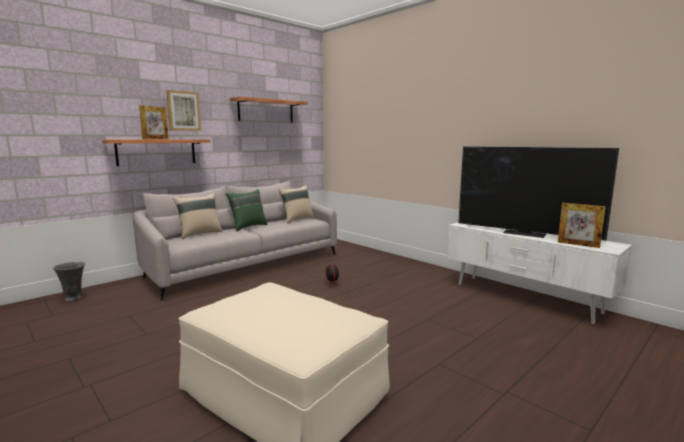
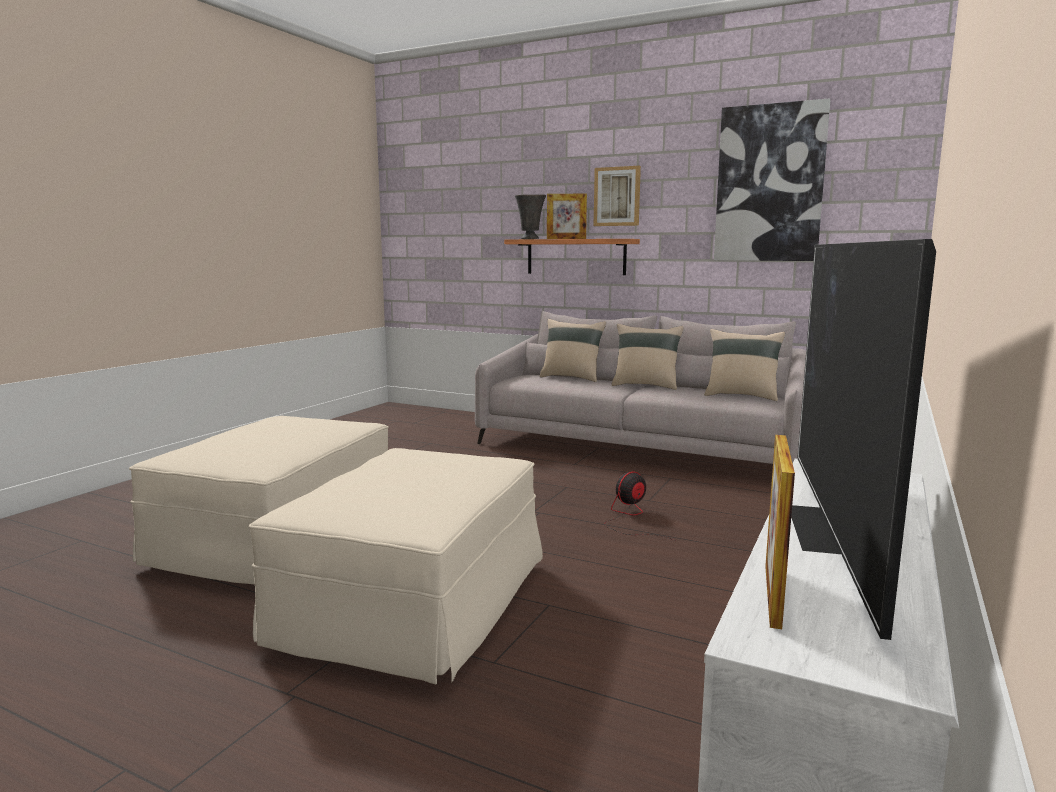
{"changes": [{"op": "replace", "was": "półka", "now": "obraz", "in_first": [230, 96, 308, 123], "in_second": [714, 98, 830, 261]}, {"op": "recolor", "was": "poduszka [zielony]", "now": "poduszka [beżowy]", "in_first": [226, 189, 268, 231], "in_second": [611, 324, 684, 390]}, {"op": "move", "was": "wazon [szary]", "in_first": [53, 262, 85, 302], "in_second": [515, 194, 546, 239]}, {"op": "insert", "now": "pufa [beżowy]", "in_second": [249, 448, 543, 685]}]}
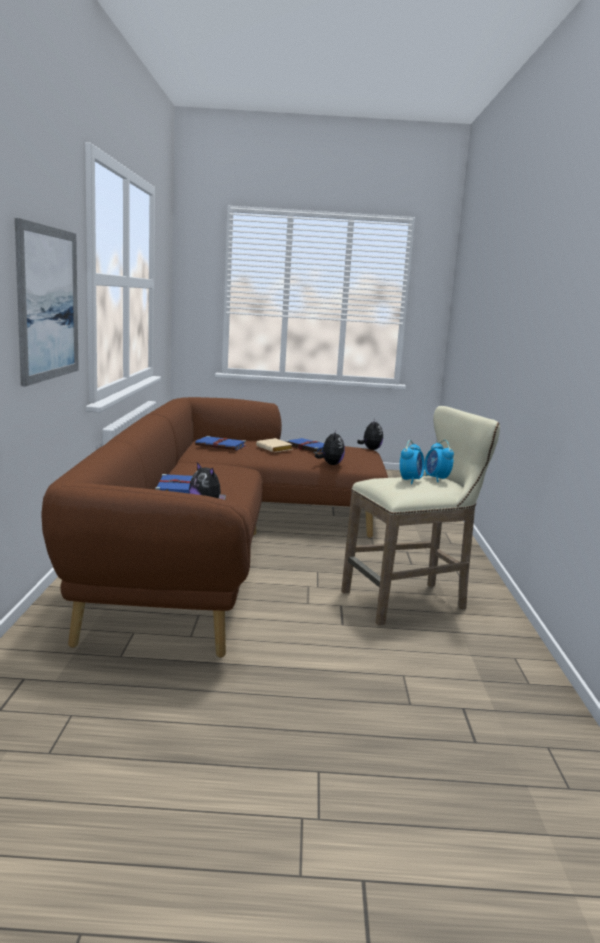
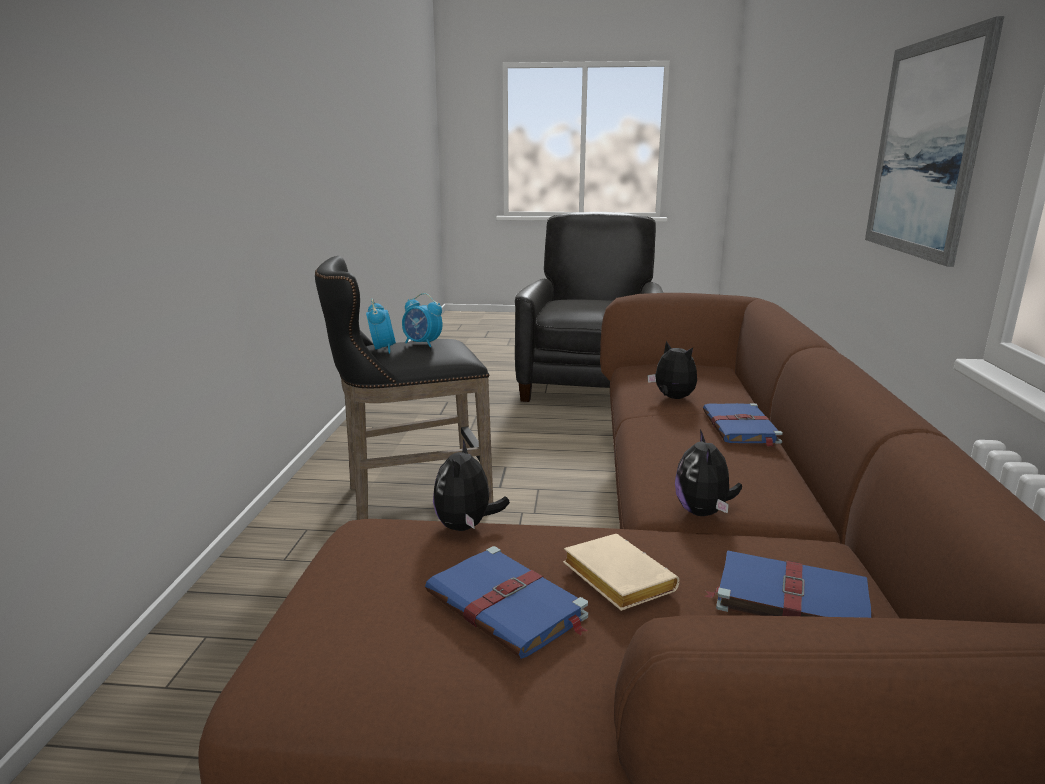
{"changes": [{"op": "recolor", "was": "stołek [beżowy]", "now": "stołek [czarny]", "in_first": [341, 406, 500, 626], "in_second": [315, 256, 493, 520]}, {"op": "move", "was": "pluszak", "in_first": [357, 419, 383, 450], "in_second": [675, 430, 742, 516]}, {"op": "rotate", "was": "budzik", "in_first": [400, 440, 425, 484], "in_second": [402, 293, 443, 347], "clockwise": -90}, {"op": "insert", "now": "fotel [czarny]", "in_second": [515, 212, 664, 402]}]}
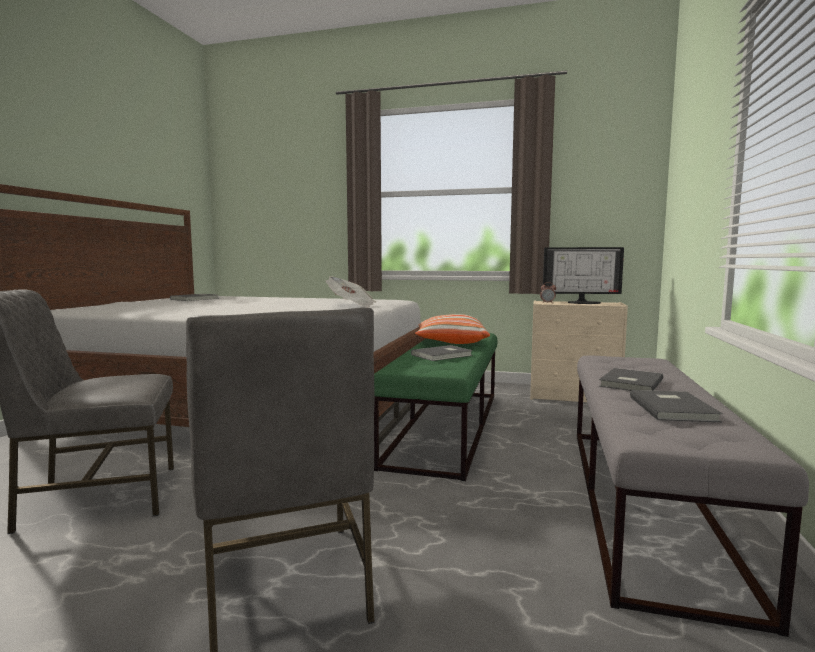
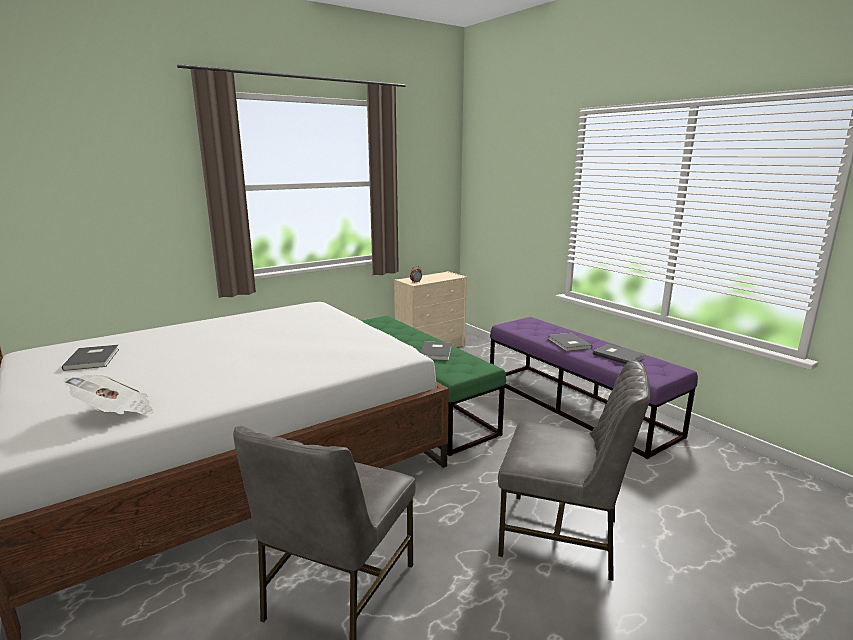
{"changes": [{"op": "delete", "was": "monitor", "in_first": [543, 247, 624, 304]}, {"op": "move", "was": "gazeta", "in_first": [326, 276, 376, 307], "in_second": [63, 375, 154, 414]}, {"op": "delete", "was": "poduszka", "in_first": [415, 314, 490, 344]}, {"op": "recolor", "was": "ławka [szary]", "now": "ławka [fioletowy]", "in_first": [577, 355, 809, 637], "in_second": [490, 317, 698, 459]}]}
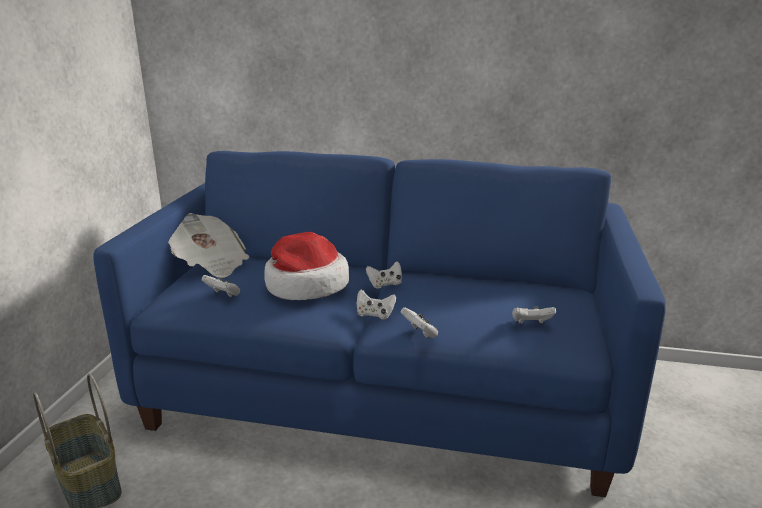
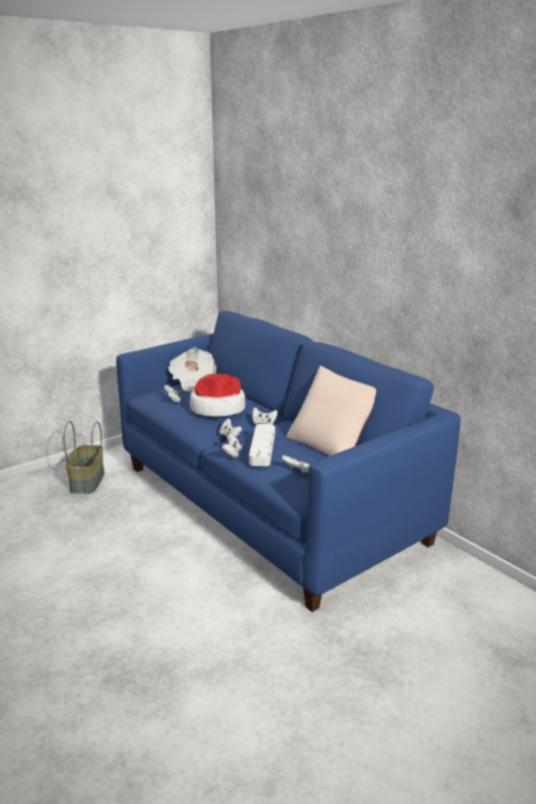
{"changes": [{"op": "insert", "now": "poduszka [beżowy]", "in_second": [286, 366, 376, 456]}, {"op": "insert", "now": "taca [szary]", "in_second": [249, 424, 275, 467]}]}
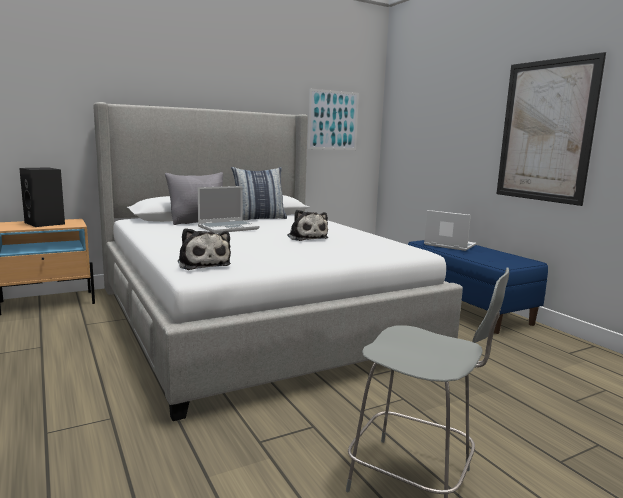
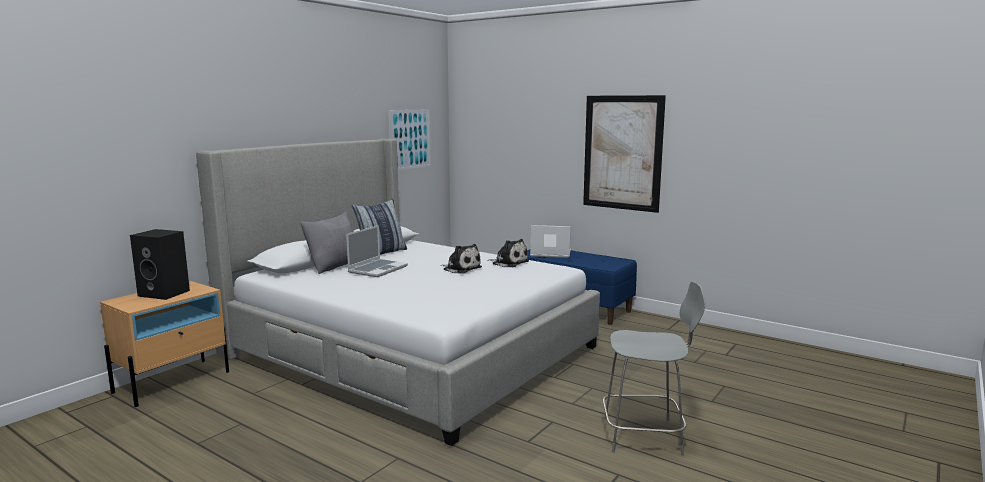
{"changes": [{"op": "move", "was": "pluszak", "in_first": [178, 228, 231, 270], "in_second": [488, 239, 529, 267]}]}
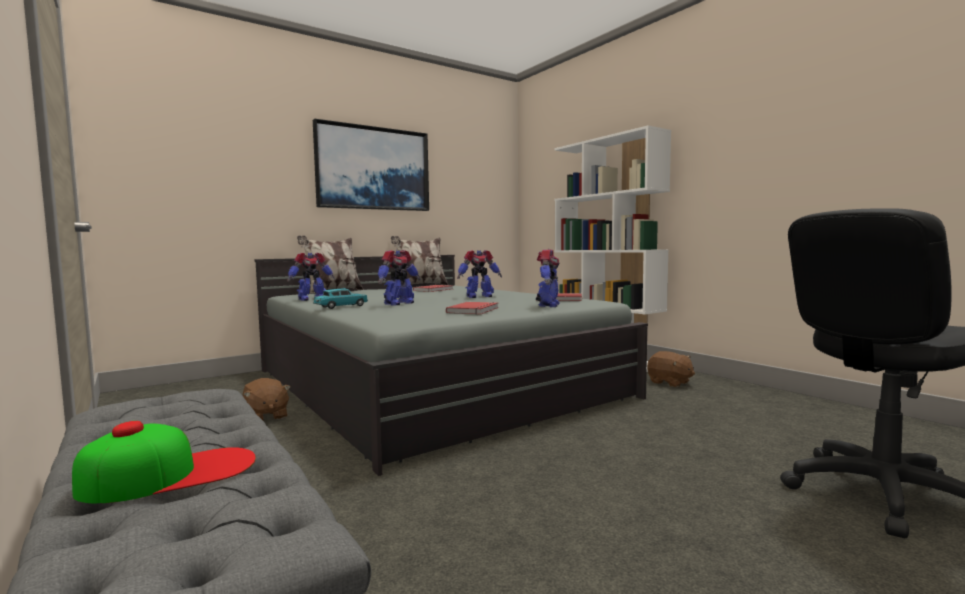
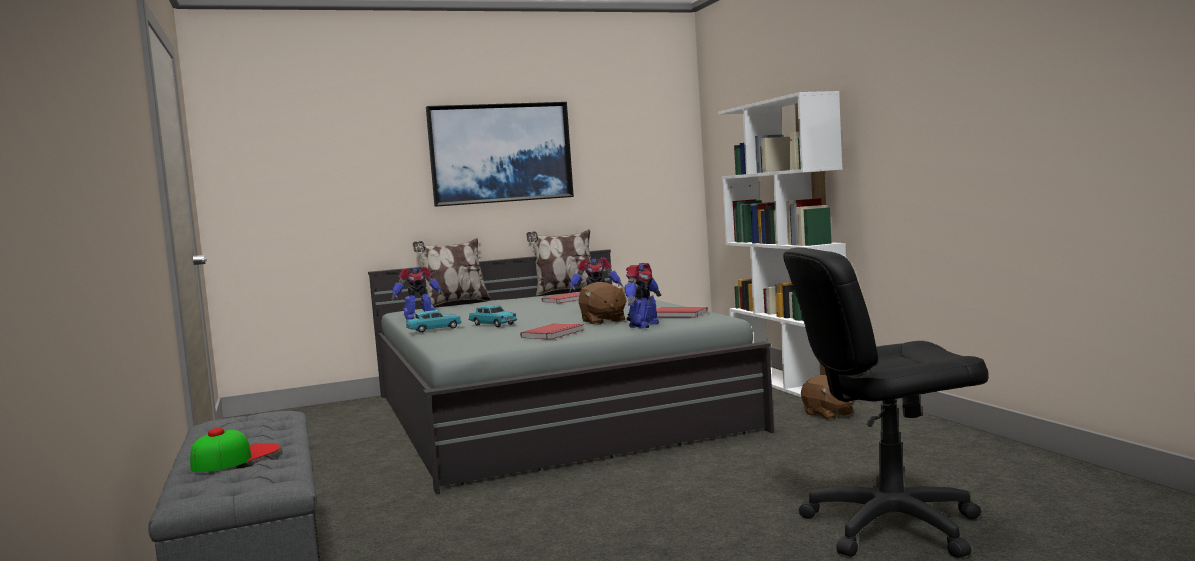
{"changes": [{"op": "replace", "was": "robot zabawkowy", "now": "samochodzik [turkusowy]", "in_first": [378, 250, 421, 305], "in_second": [468, 305, 517, 327]}, {"op": "move", "was": "pluszak [brązowy]", "in_first": [242, 378, 291, 420], "in_second": [579, 282, 627, 325]}, {"op": "rotate", "was": "czapka z daszkiem", "in_first": [72, 421, 256, 503], "in_second": [190, 428, 281, 472], "clockwise": -45}]}
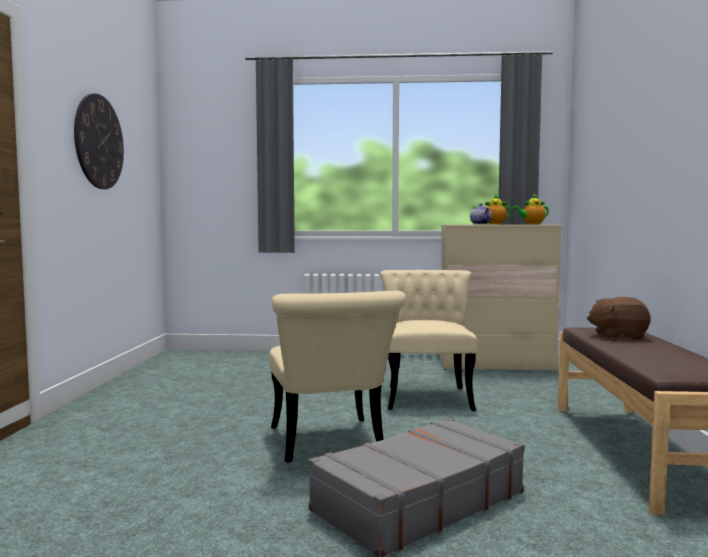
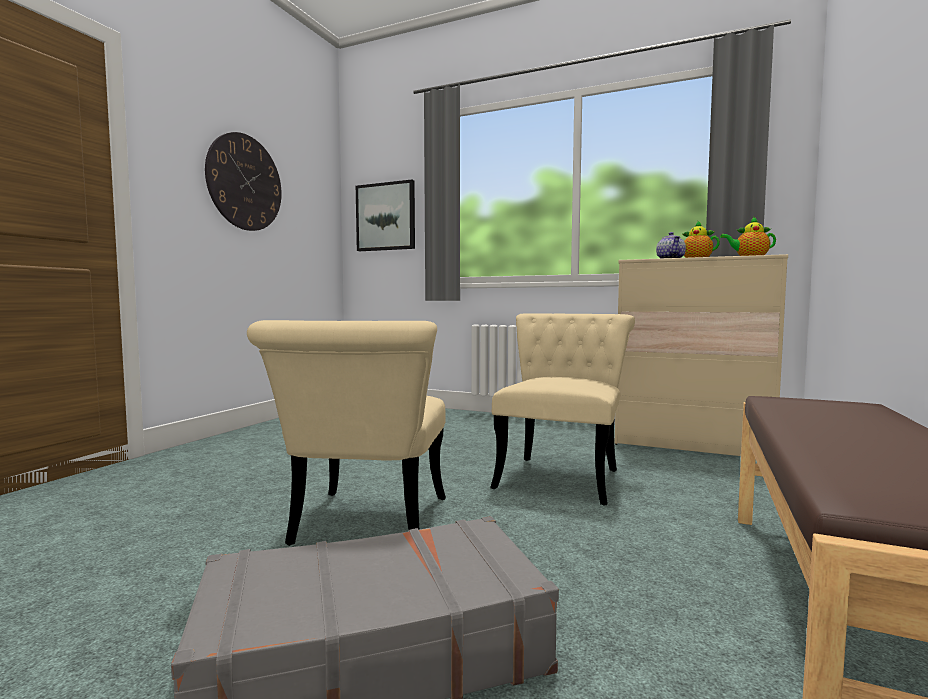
{"changes": [{"op": "delete", "was": "pluszak [brązowy]", "in_first": [587, 297, 651, 339]}, {"op": "insert", "now": "obraz", "in_second": [356, 180, 415, 251]}]}
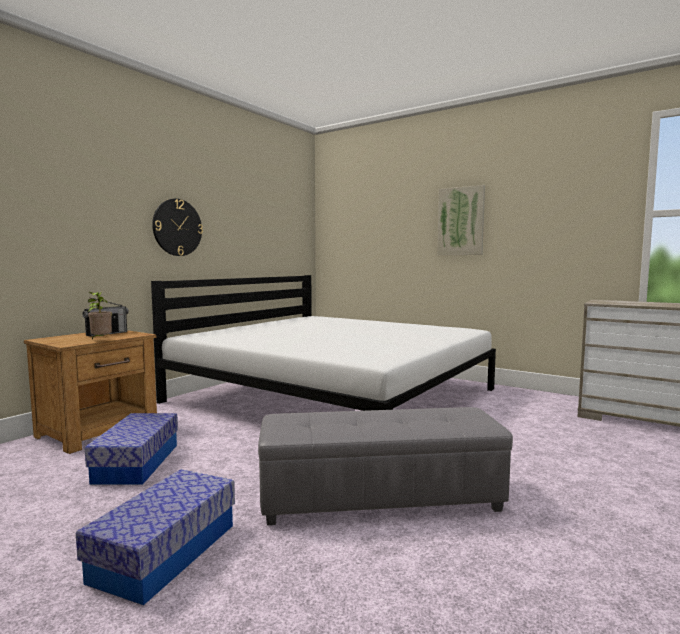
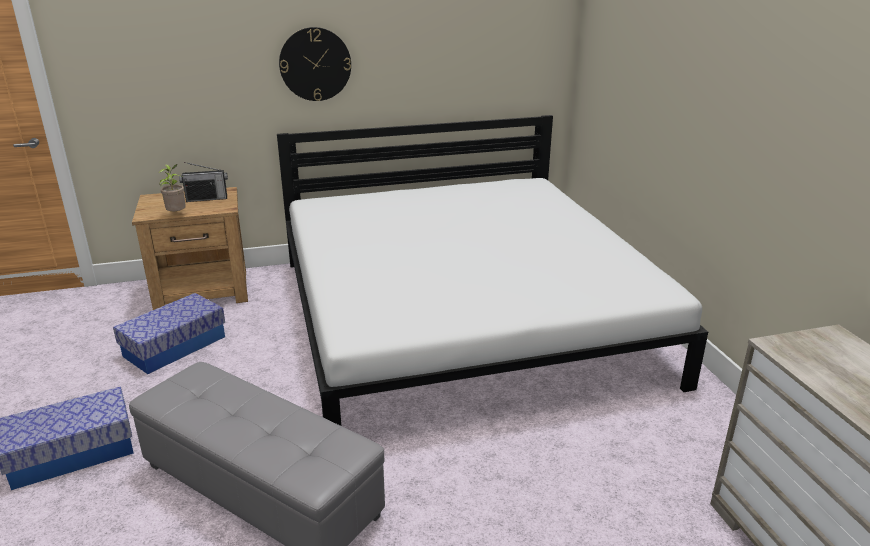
{"changes": [{"op": "delete", "was": "obraz", "in_first": [437, 185, 485, 255]}]}
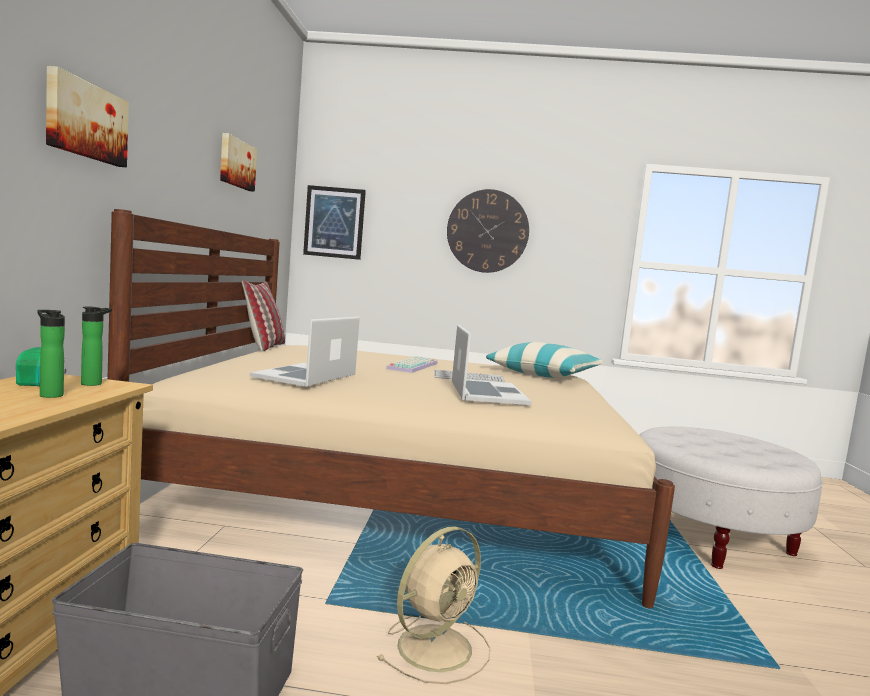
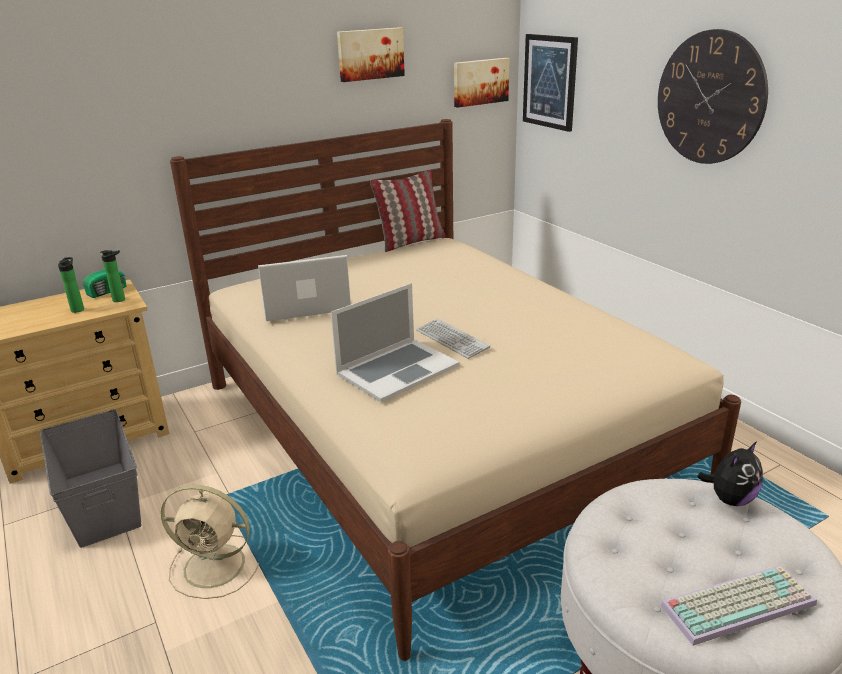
{"changes": [{"op": "move", "was": "obraz", "in_first": [46, 66, 129, 168], "in_second": [454, 58, 509, 108]}, {"op": "delete", "was": "poduszka", "in_first": [486, 342, 603, 378]}, {"op": "move", "was": "klawiatura", "in_first": [386, 356, 438, 373], "in_second": [661, 565, 817, 646]}, {"op": "insert", "now": "pluszak", "in_second": [697, 441, 763, 506]}]}
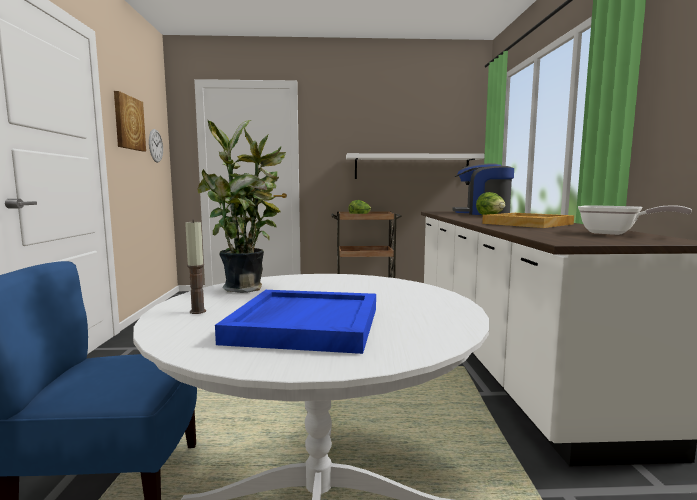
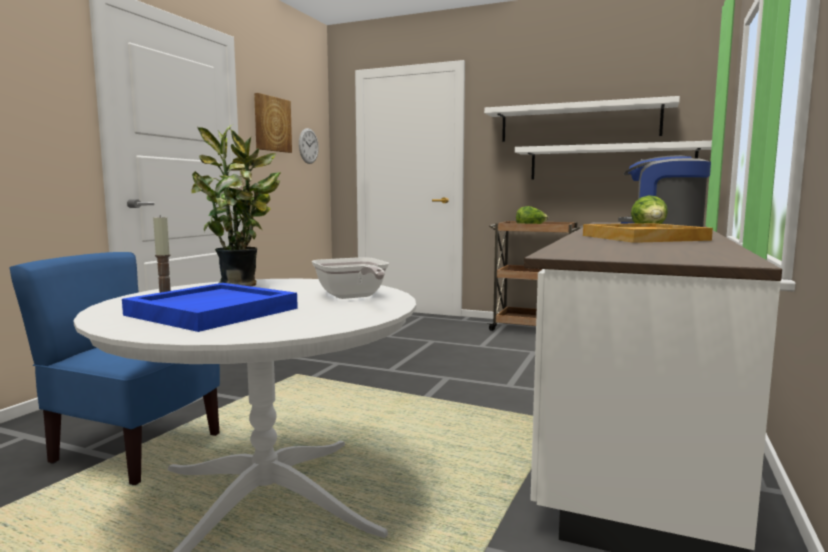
{"changes": [{"op": "move", "was": "patelnia", "in_first": [578, 205, 692, 235], "in_second": [312, 257, 389, 299]}, {"op": "insert", "now": "półka [biały]", "in_second": [484, 96, 680, 142]}]}
